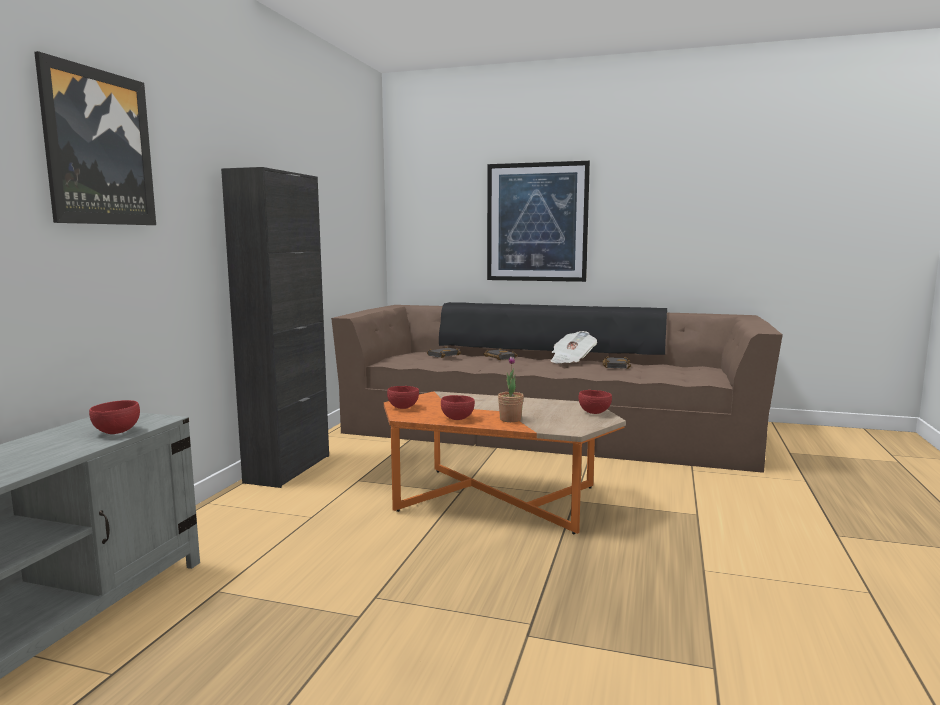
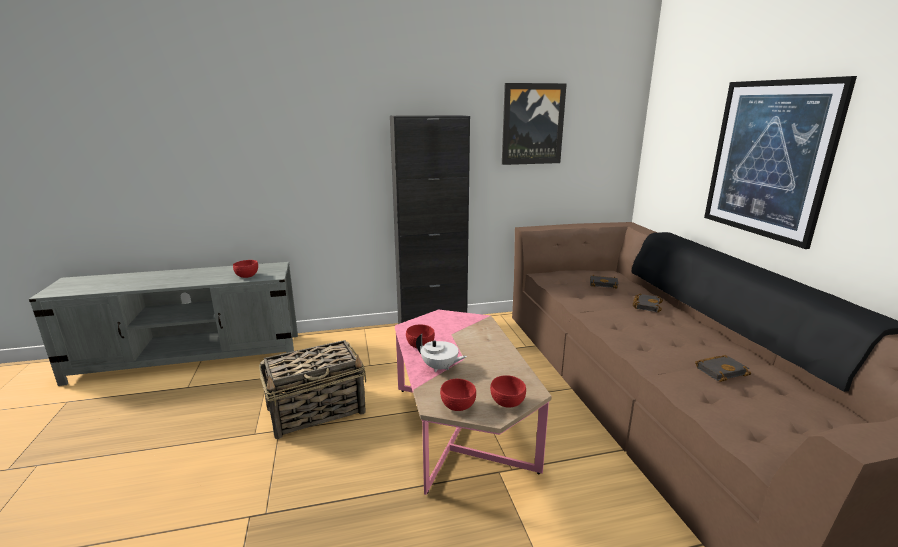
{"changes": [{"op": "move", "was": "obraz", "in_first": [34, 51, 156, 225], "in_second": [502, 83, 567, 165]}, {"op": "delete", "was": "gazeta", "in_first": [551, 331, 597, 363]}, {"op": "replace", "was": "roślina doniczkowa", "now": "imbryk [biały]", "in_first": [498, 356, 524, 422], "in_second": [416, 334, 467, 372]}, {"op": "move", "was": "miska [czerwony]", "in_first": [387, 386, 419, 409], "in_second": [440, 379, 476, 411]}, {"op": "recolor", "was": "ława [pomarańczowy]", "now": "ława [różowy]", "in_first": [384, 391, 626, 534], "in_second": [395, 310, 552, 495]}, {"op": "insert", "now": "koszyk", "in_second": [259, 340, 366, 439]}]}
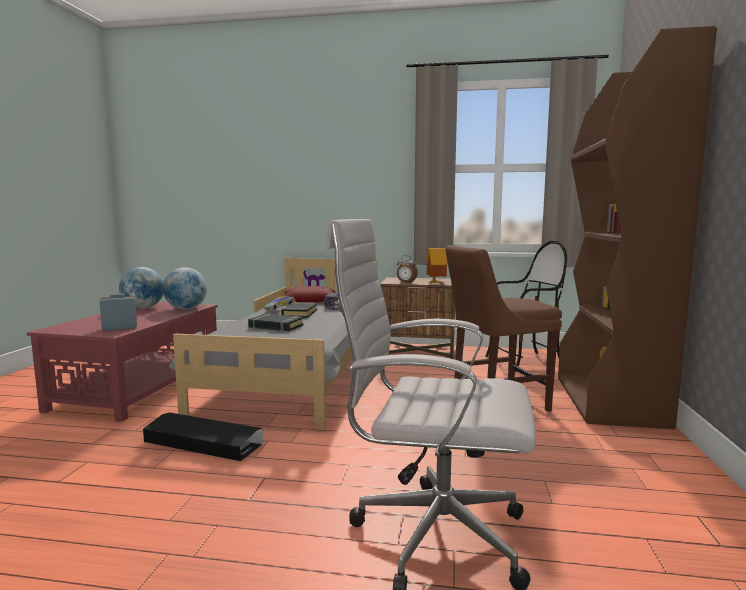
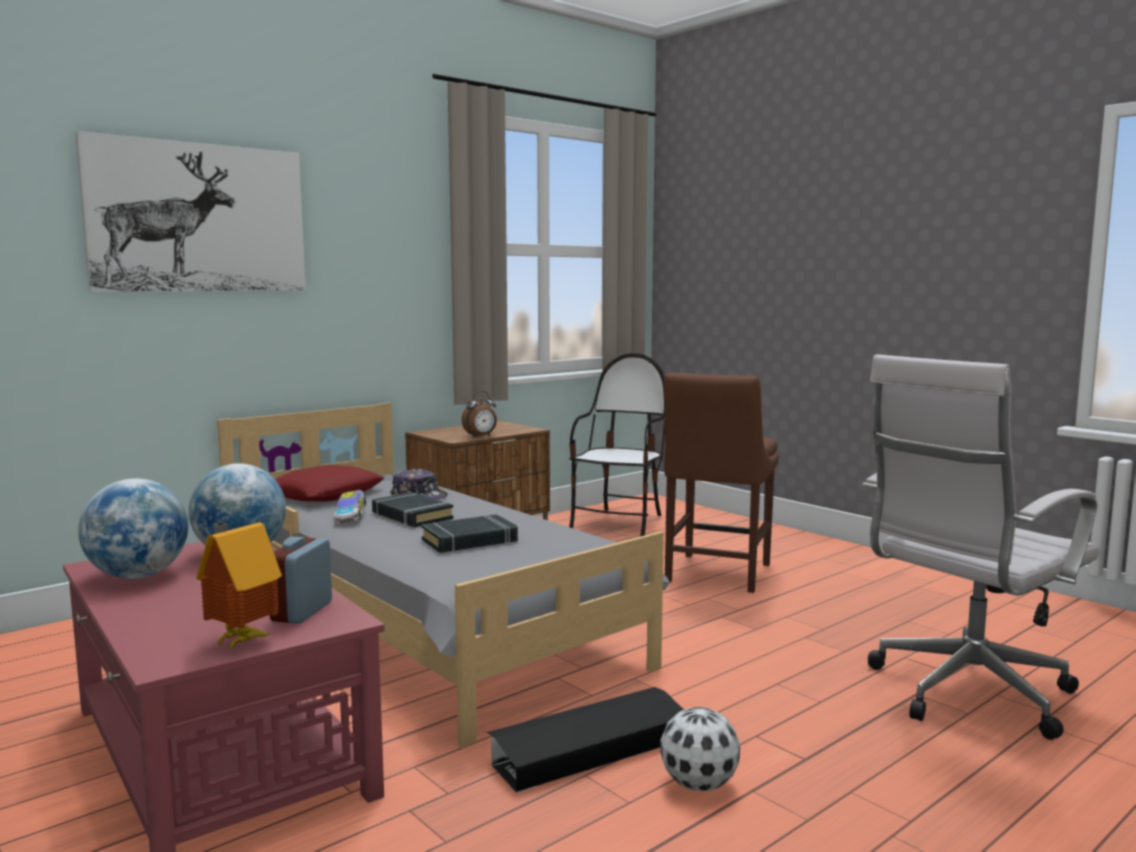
{"changes": [{"op": "delete", "was": "regał [brązowy]", "in_first": [558, 26, 717, 429]}, {"op": "move", "was": "domek", "in_first": [427, 246, 447, 284], "in_second": [196, 522, 282, 650]}, {"op": "insert", "now": "obraz", "in_second": [75, 131, 306, 292]}, {"op": "insert", "now": "piłka futbolowa", "in_second": [660, 707, 740, 791]}]}
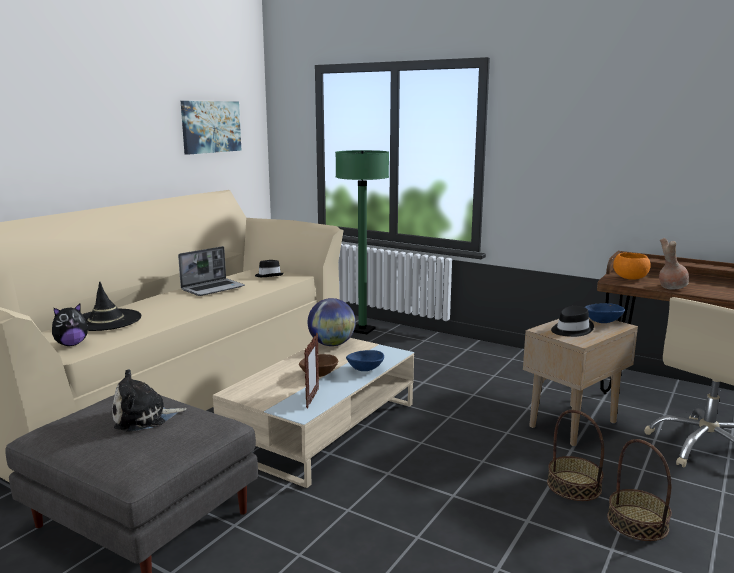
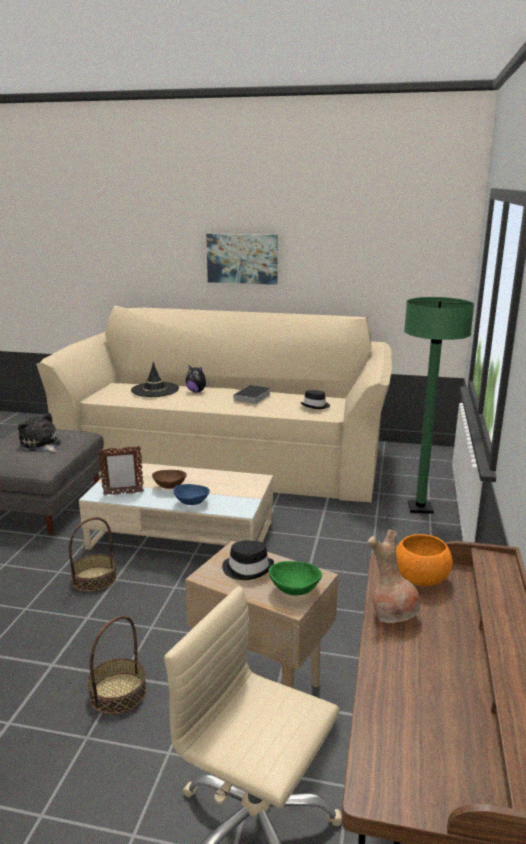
{"changes": [{"op": "move", "was": "obraz", "in_first": [181, 101, 241, 155], "in_second": [206, 234, 278, 285]}, {"op": "replace", "was": "laptop", "now": "książka", "in_first": [178, 246, 245, 296], "in_second": [232, 385, 271, 404]}, {"op": "delete", "was": "globus", "in_first": [308, 298, 356, 346]}, {"op": "recolor", "was": "miska [niebieski]", "now": "miska [zielony]", "in_first": [585, 303, 625, 323], "in_second": [269, 561, 322, 595]}, {"op": "move", "was": "pluszak", "in_first": [52, 304, 88, 346], "in_second": [186, 365, 210, 393]}, {"op": "move", "was": "koszyk", "in_first": [607, 439, 672, 541], "in_second": [69, 517, 117, 592]}]}
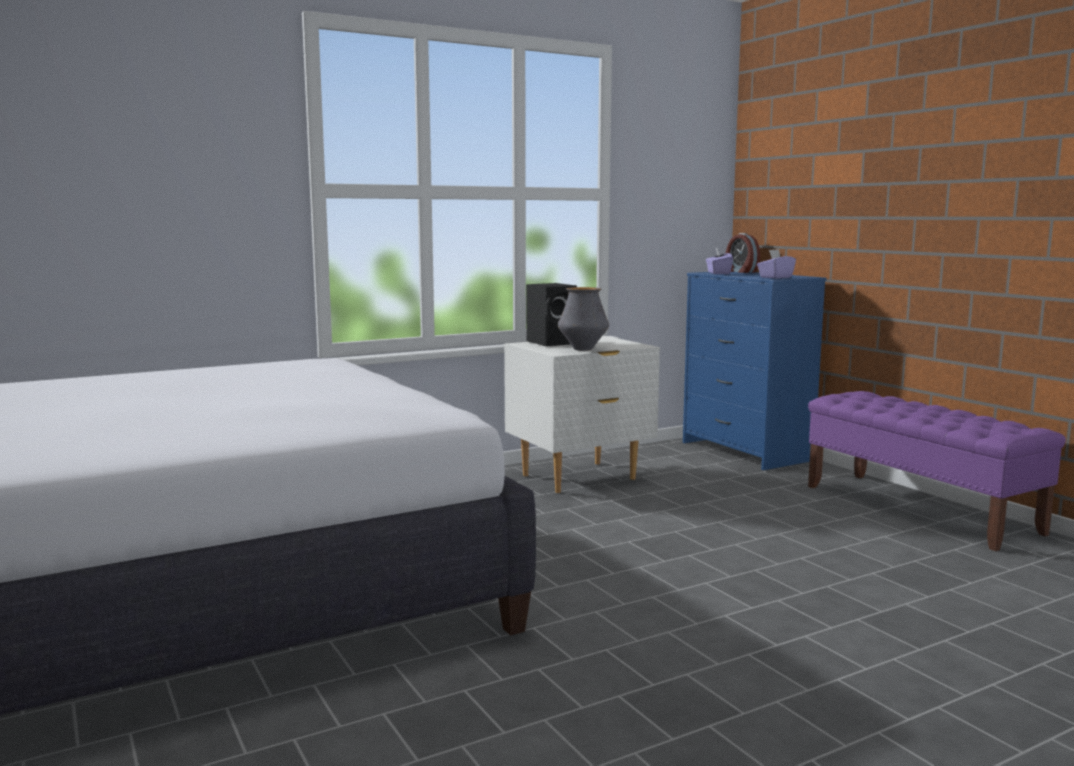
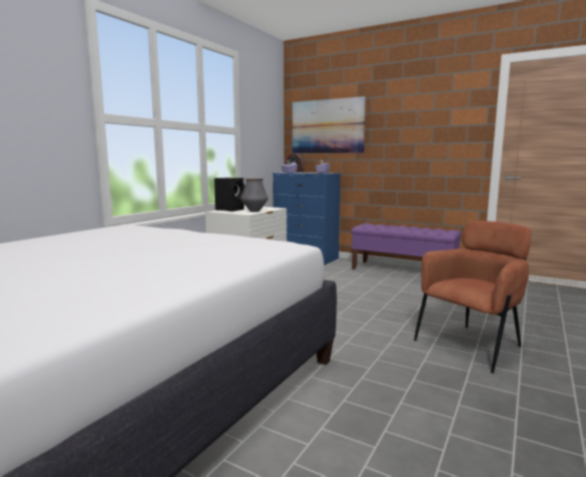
{"changes": [{"op": "insert", "now": "obraz", "in_second": [293, 96, 366, 154]}, {"op": "insert", "now": "fotel [brązowy]", "in_second": [414, 221, 531, 374]}]}
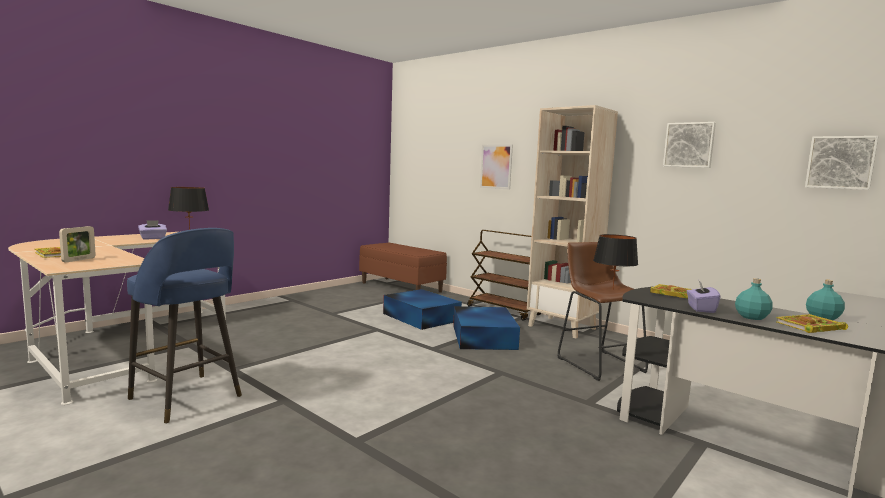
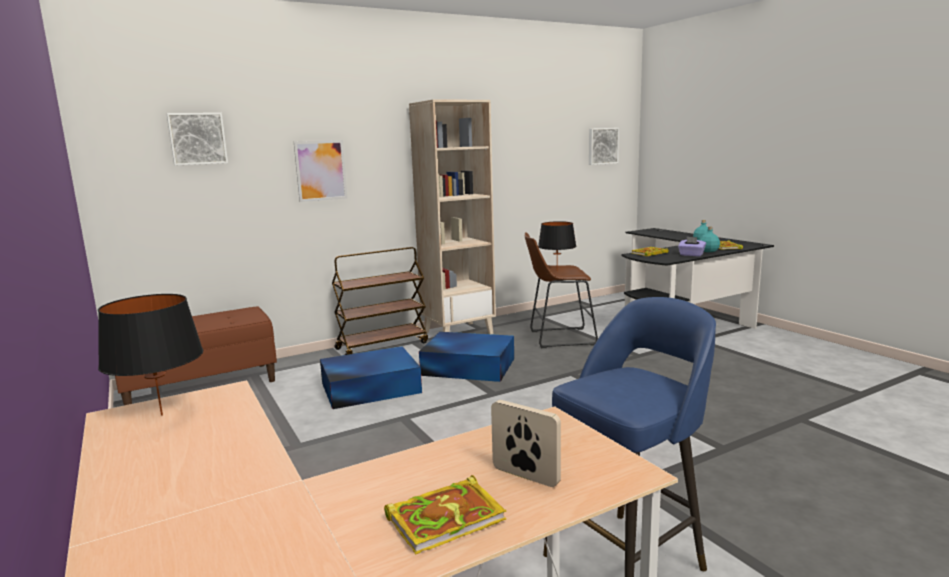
{"changes": [{"op": "move", "was": "obraz", "in_first": [663, 122, 716, 168], "in_second": [167, 113, 228, 166]}, {"op": "delete", "was": "pudełko chusteczek [fioletowy]", "in_first": [138, 220, 167, 240]}]}
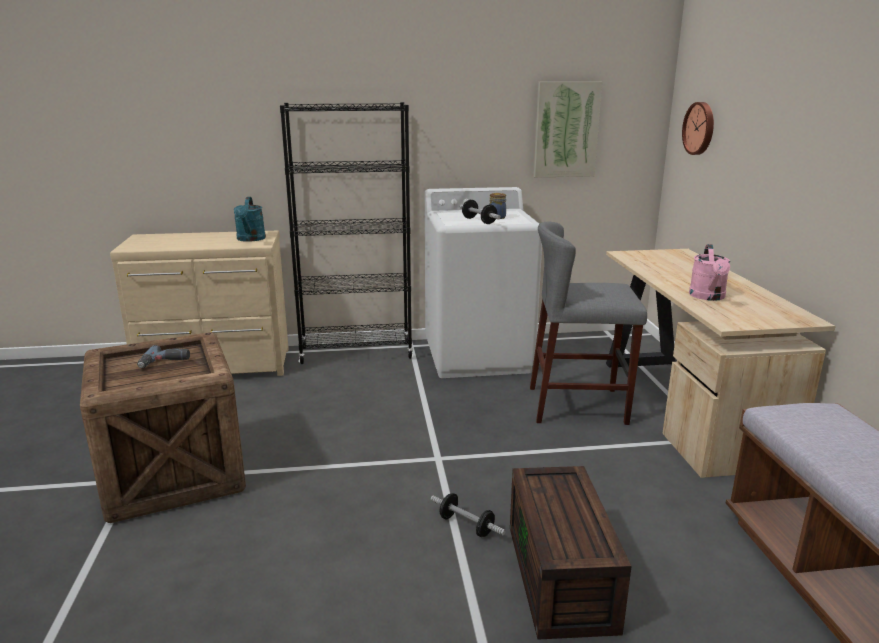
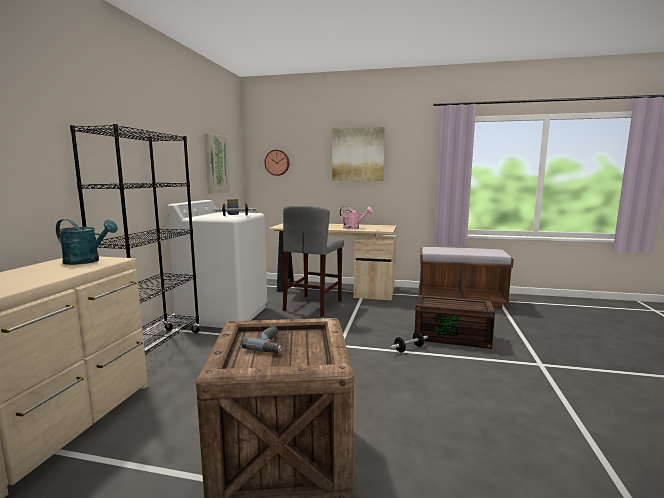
{"changes": [{"op": "insert", "now": "obraz", "in_second": [332, 127, 385, 181]}]}
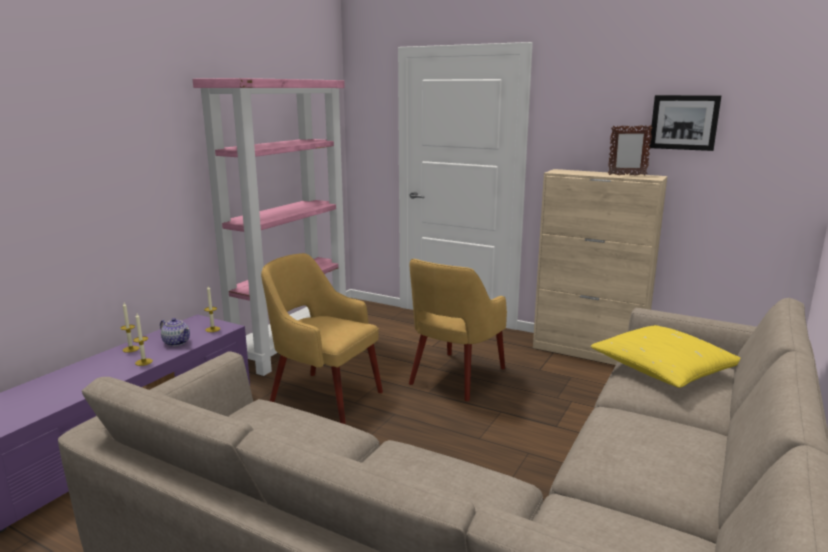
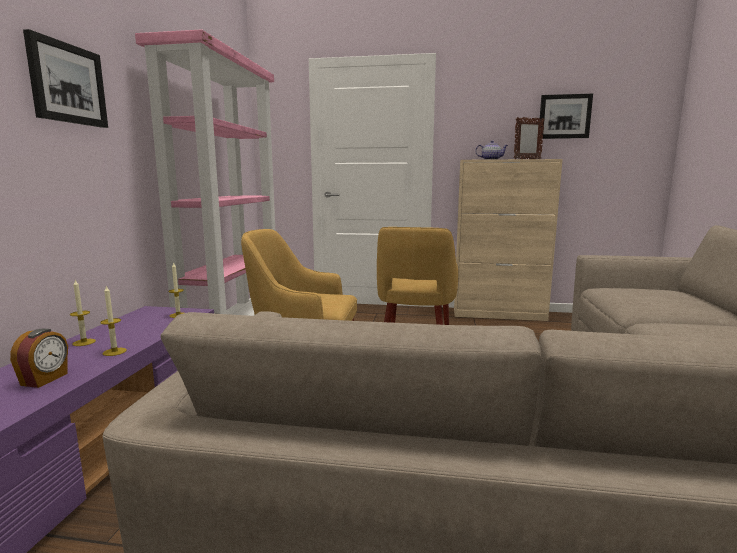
{"changes": [{"op": "move", "was": "imbryk", "in_first": [160, 318, 190, 346], "in_second": [475, 141, 508, 160]}, {"op": "delete", "was": "poduszka [żółty]", "in_first": [590, 325, 740, 388]}, {"op": "insert", "now": "obraz", "in_second": [23, 29, 108, 128]}, {"op": "insert", "now": "budzik", "in_second": [10, 329, 68, 388]}]}
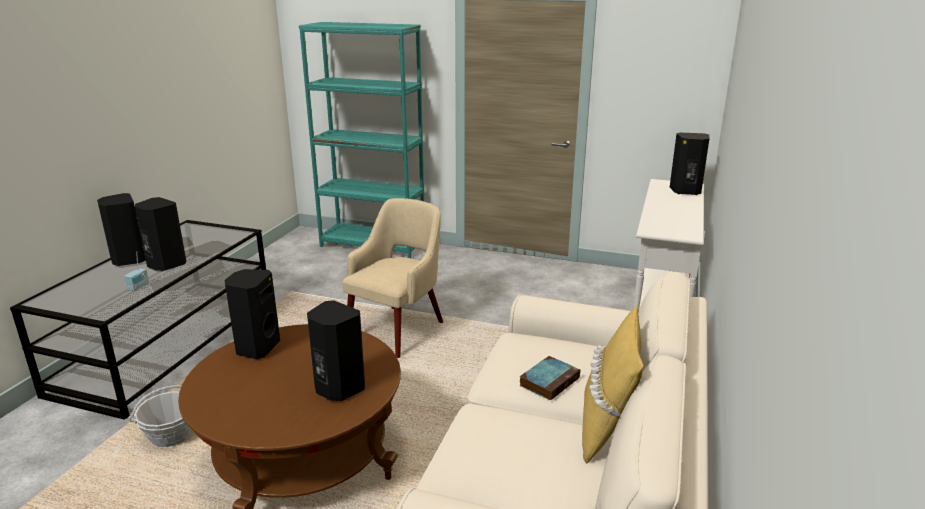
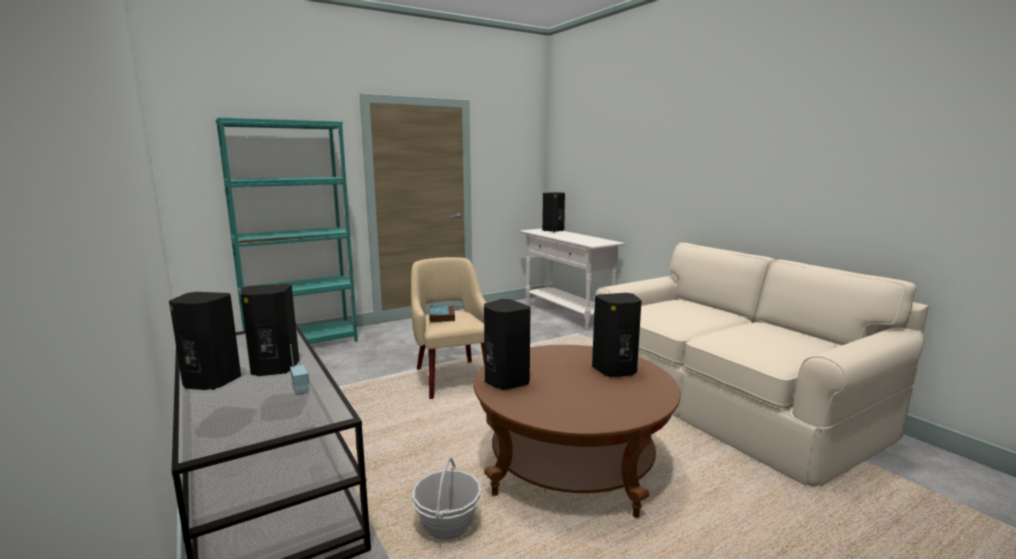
{"changes": [{"op": "delete", "was": "poduszka [żółty]", "in_first": [582, 305, 643, 464]}, {"op": "move", "was": "książka", "in_first": [519, 356, 580, 401], "in_second": [429, 305, 455, 322]}]}
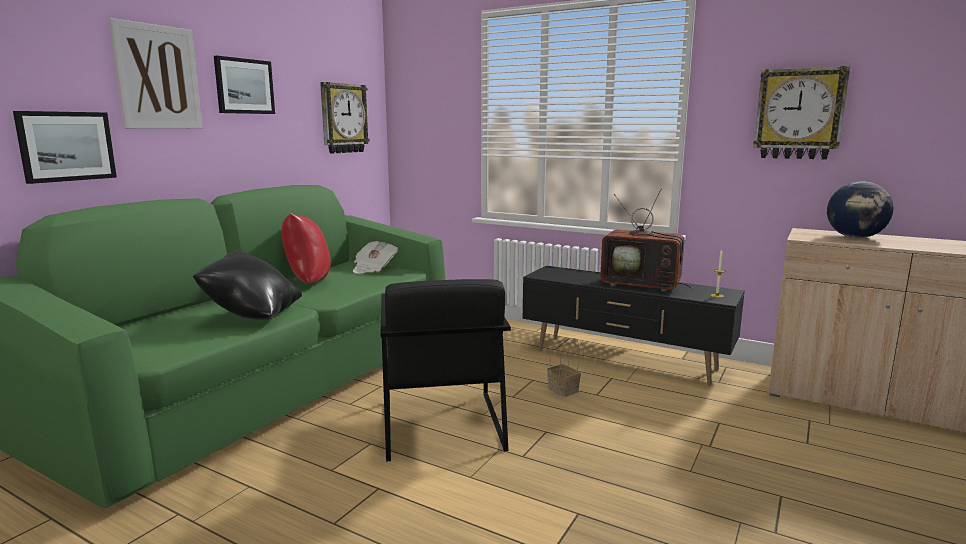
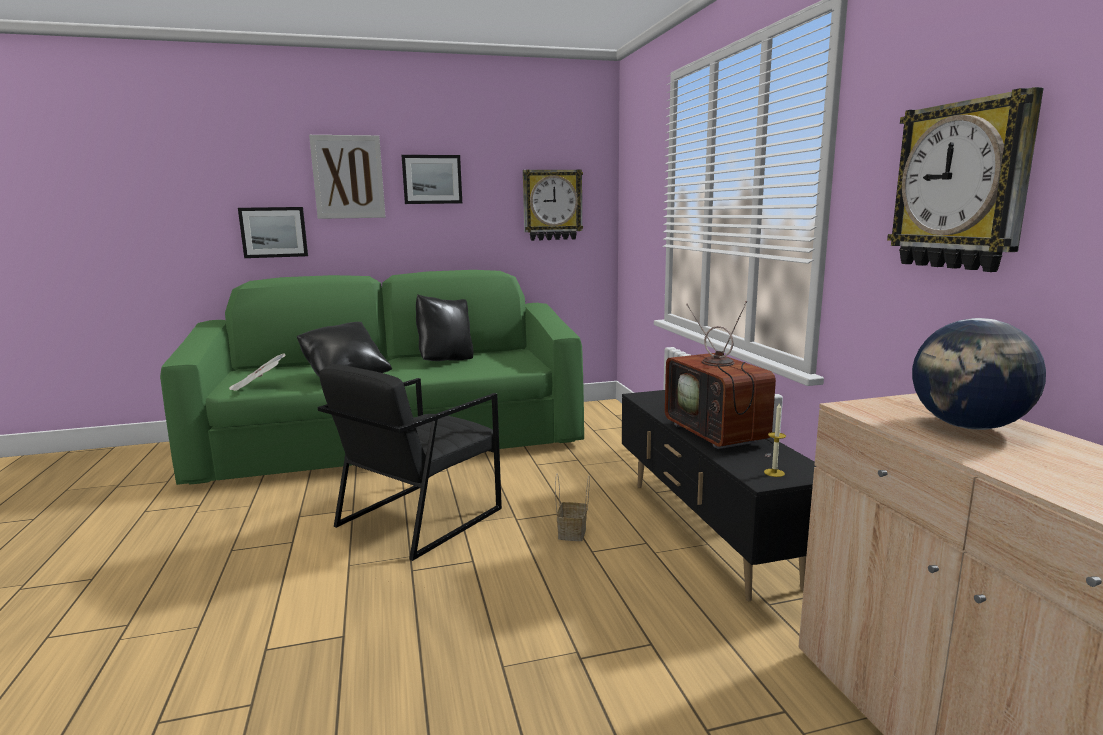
{"changes": [{"op": "recolor", "was": "poduszka [czerwony]", "now": "poduszka [czarny]", "in_first": [281, 213, 331, 284], "in_second": [416, 294, 473, 361]}, {"op": "move", "was": "gazeta", "in_first": [353, 241, 398, 273], "in_second": [229, 353, 286, 391]}]}
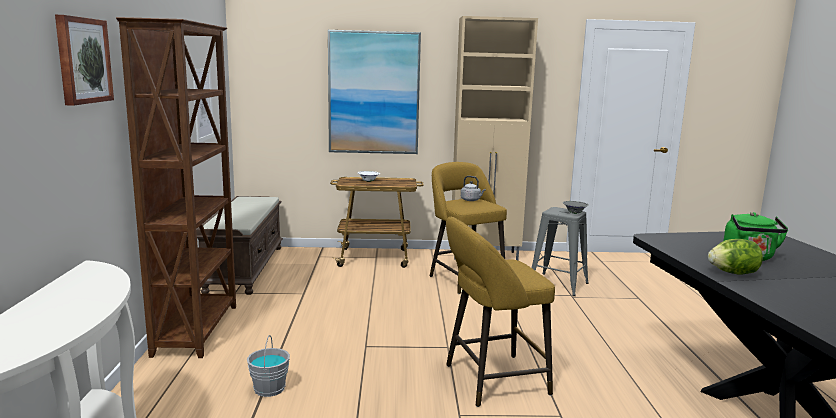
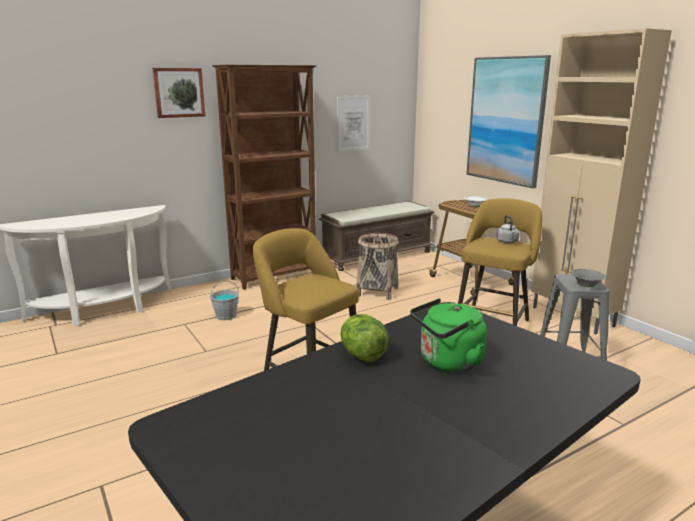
{"changes": [{"op": "insert", "now": "koszyk", "in_second": [356, 233, 399, 300]}]}
